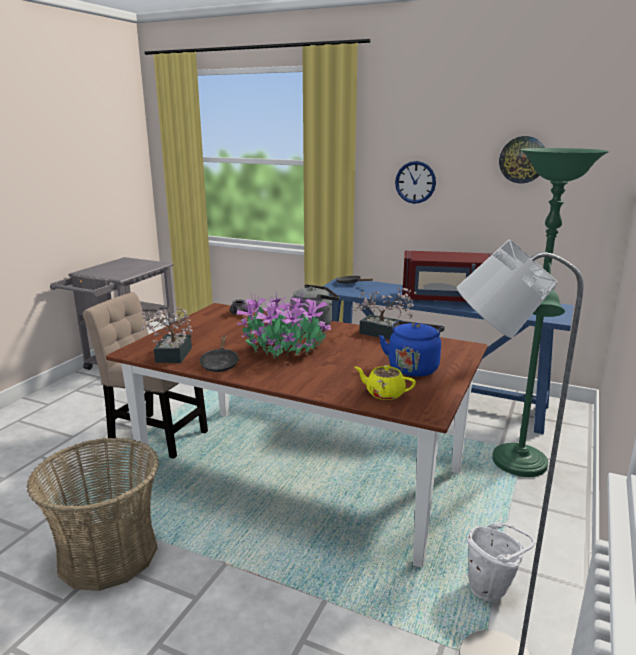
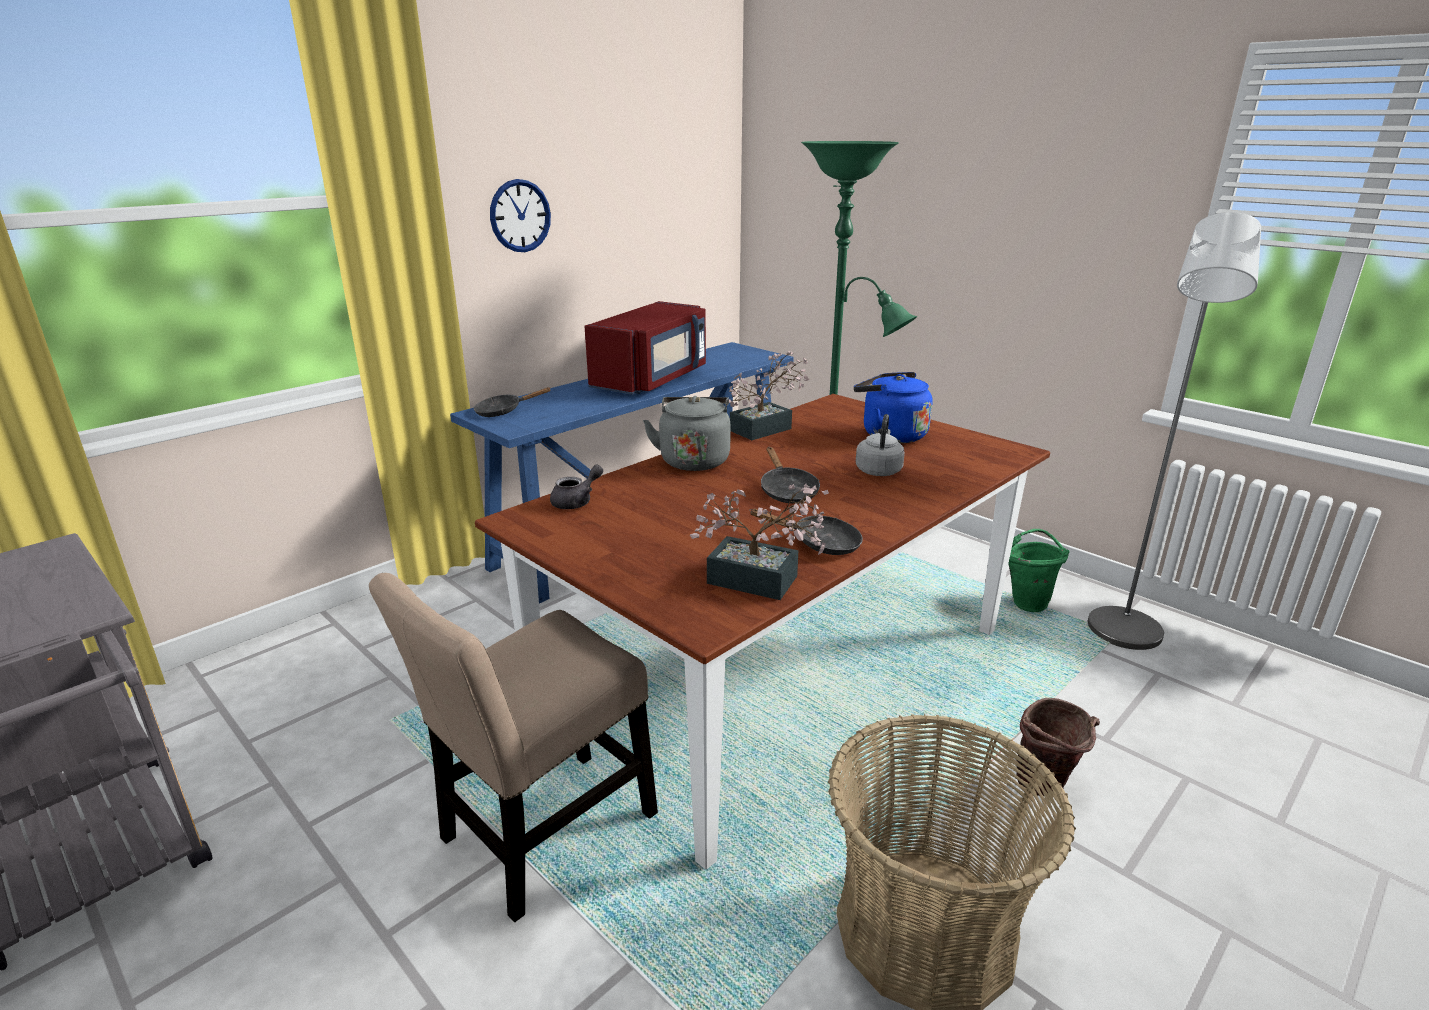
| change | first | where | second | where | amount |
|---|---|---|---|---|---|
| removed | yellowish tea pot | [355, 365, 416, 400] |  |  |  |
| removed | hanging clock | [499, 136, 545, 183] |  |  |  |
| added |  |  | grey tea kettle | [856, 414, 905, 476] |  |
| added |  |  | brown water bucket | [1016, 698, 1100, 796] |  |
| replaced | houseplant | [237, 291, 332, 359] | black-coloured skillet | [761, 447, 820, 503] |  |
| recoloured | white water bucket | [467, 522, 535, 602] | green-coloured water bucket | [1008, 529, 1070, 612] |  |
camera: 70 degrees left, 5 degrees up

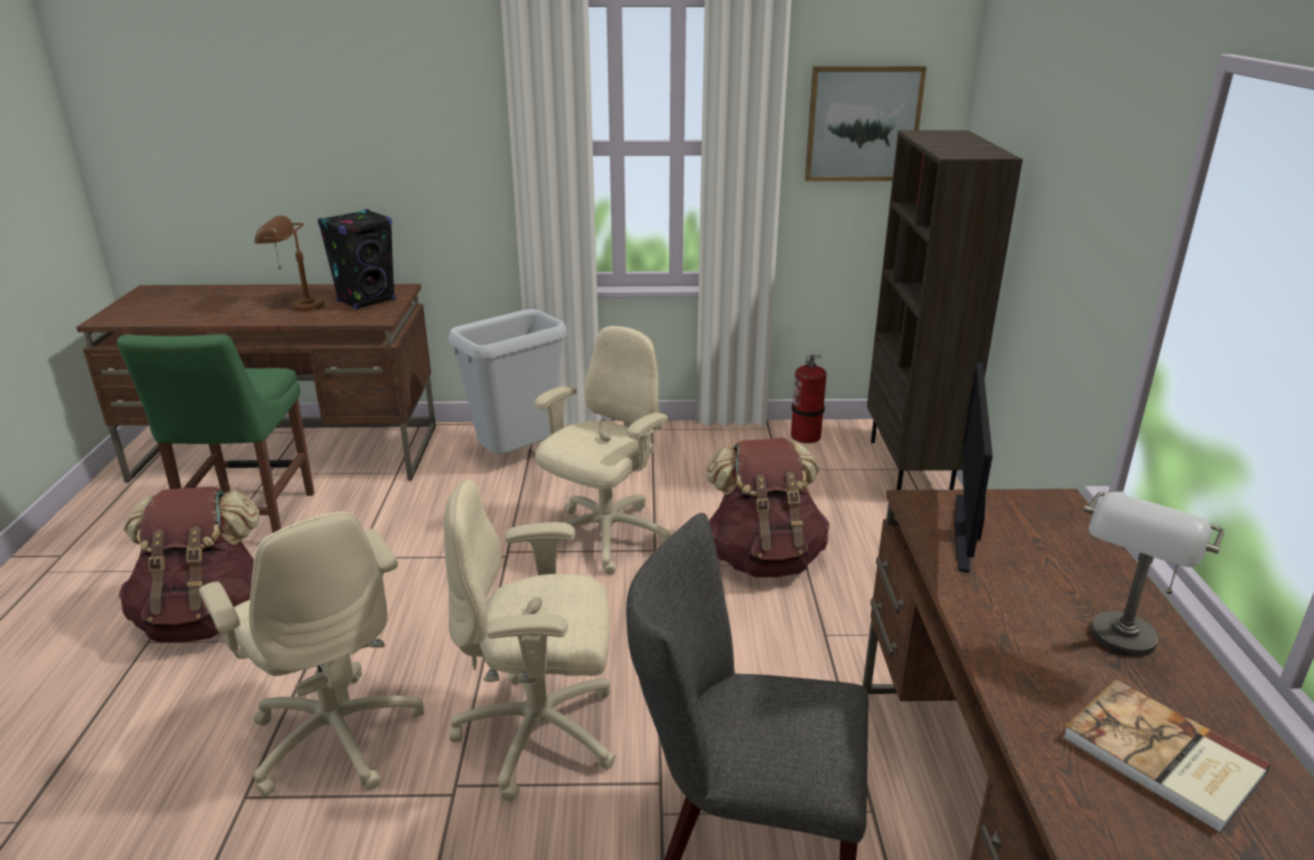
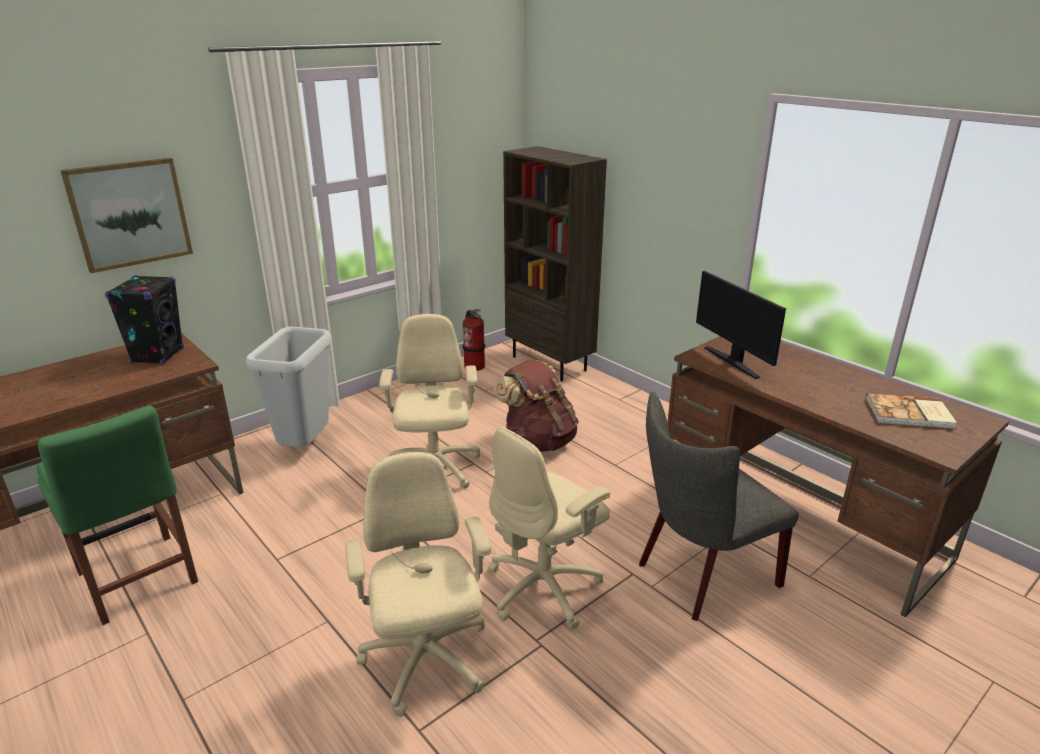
| change | first | where | second | where | amount |
|---|---|---|---|---|---|
| removed | brown knapsack | [119, 486, 259, 642] |  |  |  |
| removed | brown tabletop lamp | [254, 215, 324, 312] |  |  |  |
| removed | grey tabletop lamp | [1083, 492, 1224, 657] |  |  |  |
| moved | wall art | [805, 66, 927, 181] |  | [60, 158, 193, 273] |  |
| turned | sand-coloured desk chair | [199, 512, 424, 797] |  | [345, 452, 491, 717] | 120 degrees counterclockwise |
camera: 40 degrees left, 0 degrees up

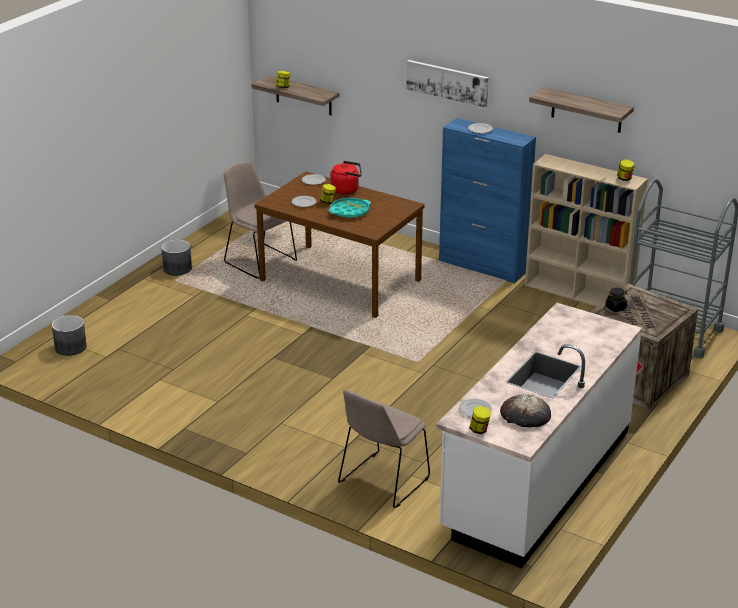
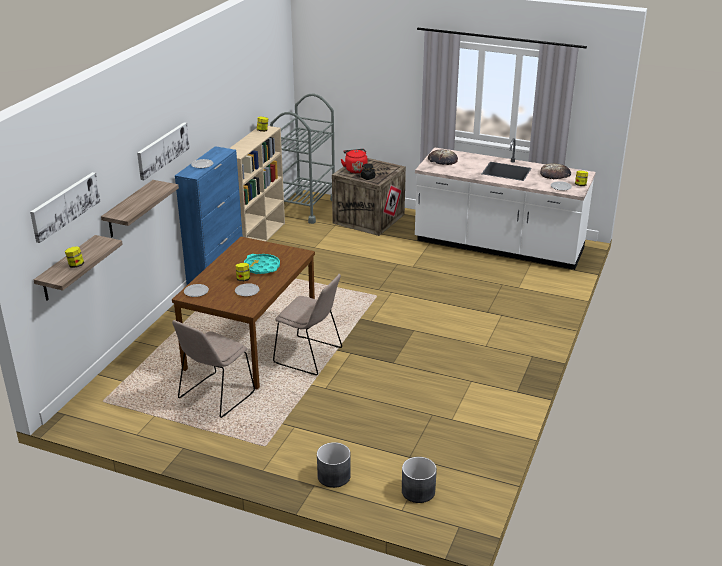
| change | first | where | second | where | amount |
|---|---|---|---|---|---|
| added |  |  | wall art | [30, 172, 100, 243] |  |
| added |  |  | baked bread | [428, 150, 458, 165] |  |
| moved | grey planter | [161, 240, 192, 276] |  | [317, 442, 351, 488] |  |
| moved | red-coloured tea kettle | [330, 161, 362, 194] |  | [341, 149, 367, 174] |  |
| moved | sand-coloured upright chair | [338, 389, 430, 508] |  | [273, 274, 342, 375] |  |
| moved | wall shelf | [529, 87, 634, 133] |  | [101, 180, 179, 237] |  |
camera: 100 degrees left, 0 degrees up

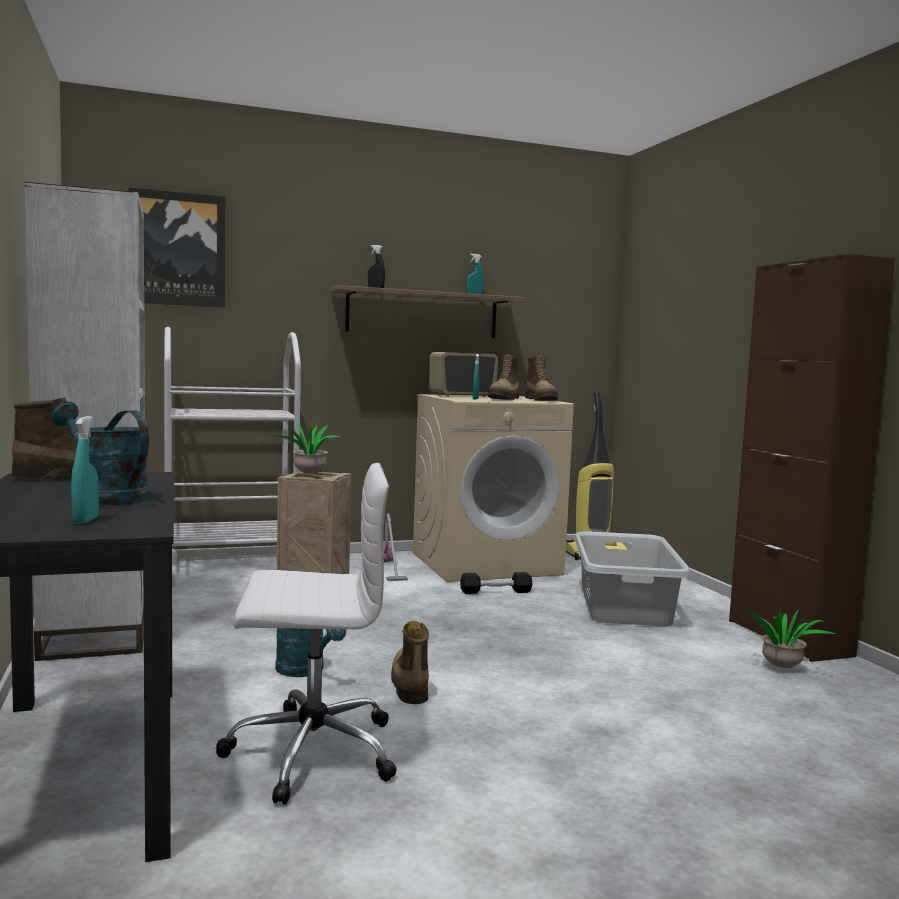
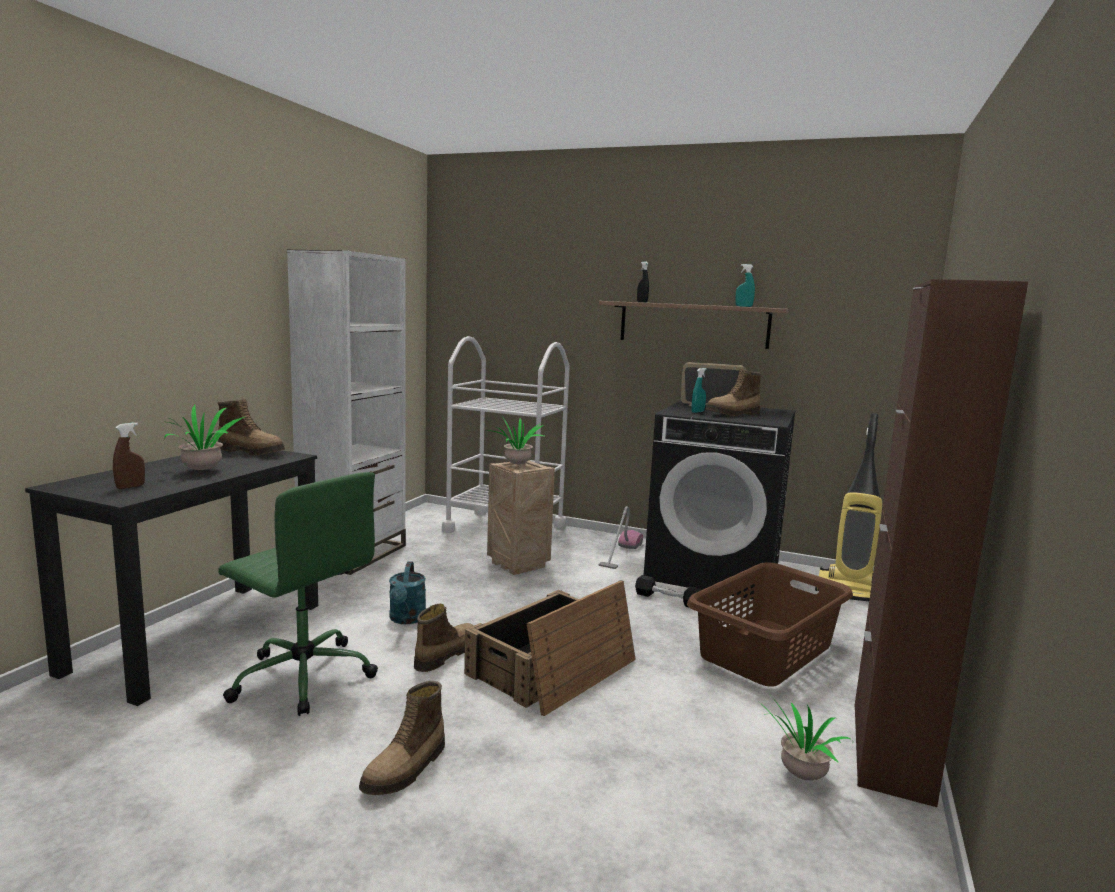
| change | first | where | second | where | amount |
|---|---|---|---|---|---|
| removed | wall art | [129, 188, 225, 307] |  |  |  |
| added |  |  | shipping crate | [464, 581, 636, 716] |  |
| moved | high-top boot | [525, 356, 558, 401] |  | [359, 681, 445, 795] |  |
| replaced | blue-green watering pot | [51, 402, 149, 505] | houseplant | [164, 405, 244, 471] |  |
| recoloured | blue-green sprayer | [71, 416, 99, 524] | brown sprayer | [113, 423, 145, 489] |  |
| recoloured | white desk chair | [216, 463, 397, 805] | green-coloured desk chair | [218, 472, 378, 716] |  |
| recoloured | sand-coloured laundry machine | [413, 394, 574, 582] | black-coloured laundry machine | [644, 400, 795, 600] |  |
| recoloured | grey laundry basket | [575, 531, 691, 626] | brown laundry basket | [687, 562, 853, 687] |  |
camera: 40 degrees right, 5 degrees up

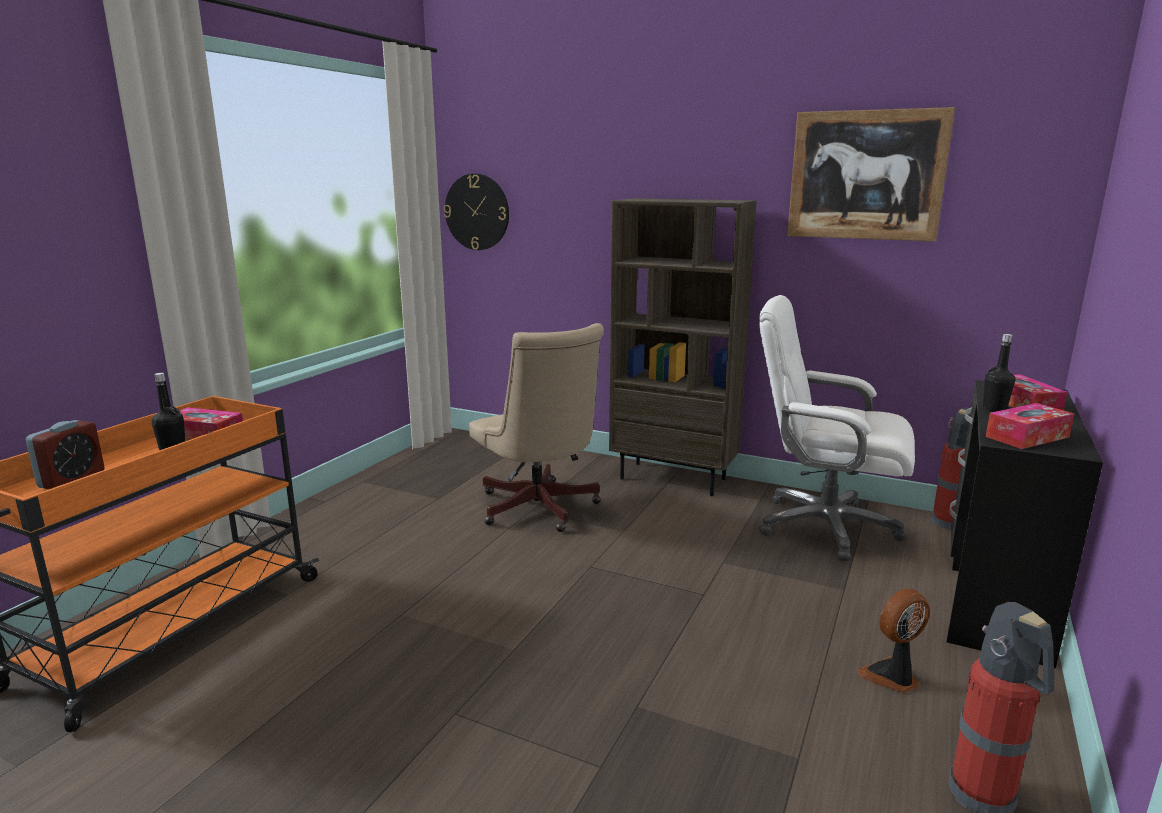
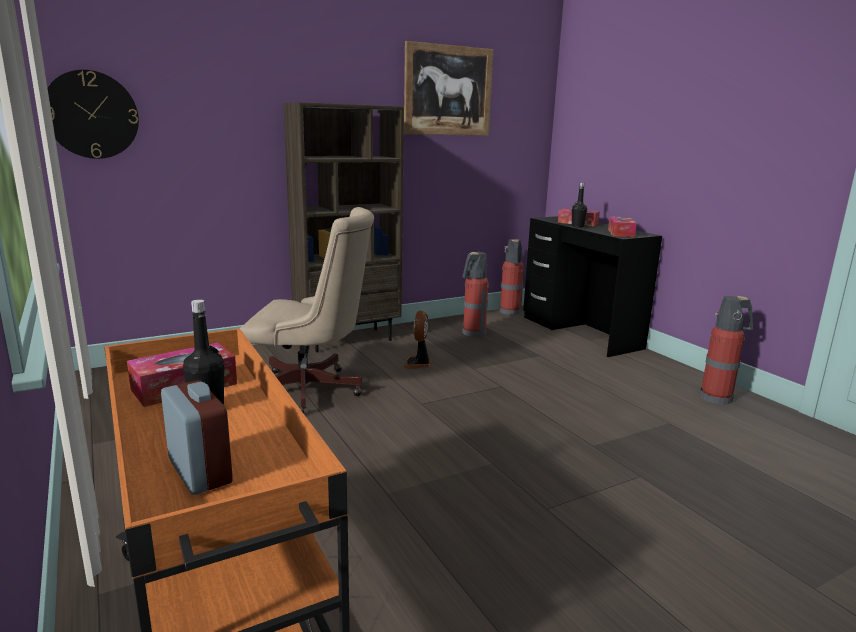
| change | first | where | second | where | amount |
|---|---|---|---|---|---|
| moved | cooling fan | [858, 589, 930, 693] |  | [403, 310, 432, 369] |  |
| replaced | white desk chair | [758, 295, 915, 561] | extinguisher | [463, 252, 489, 337] |  |
camera: 55 degrees left, 0 degrees up

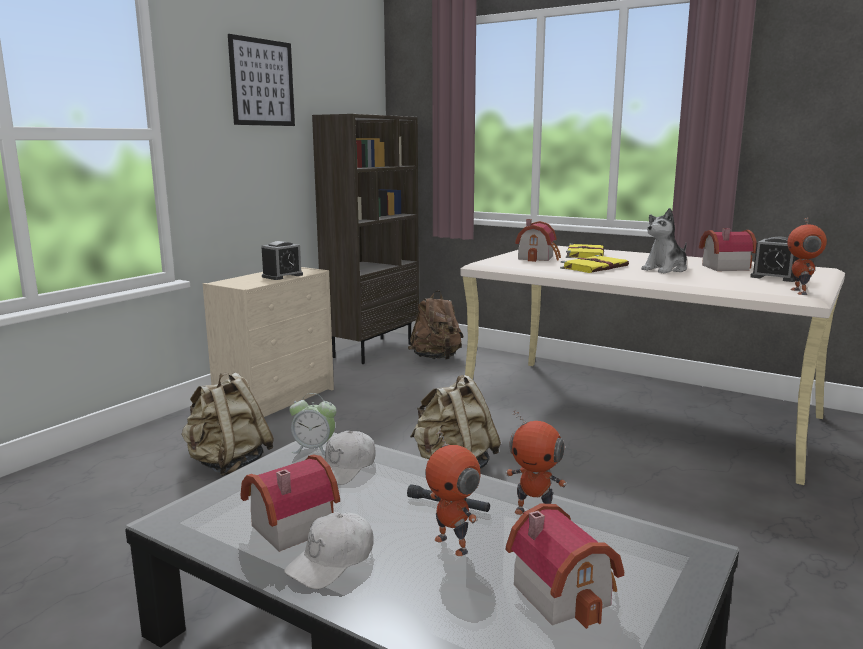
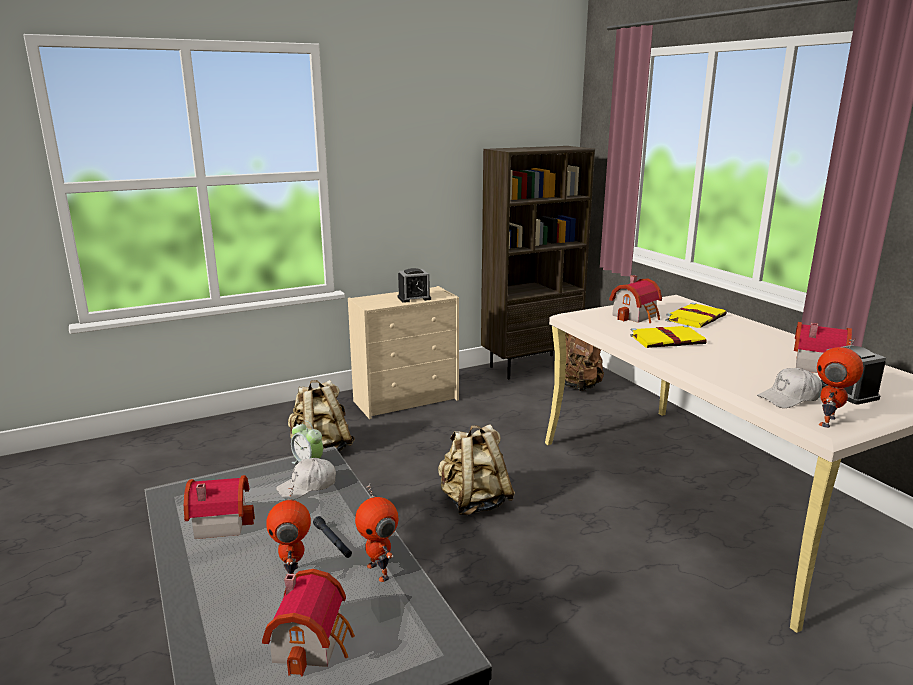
| change | first | where | second | where | amount |
|---|---|---|---|---|---|
| removed | wall art | [228, 34, 295, 126] |  |  |  |
| removed | soft toy | [641, 208, 687, 274] |  |  |  |
| moved | white peaked cap | [284, 512, 374, 589] |  | [757, 368, 822, 408] |  |
camera: 30 degrees right, 5 degrees up

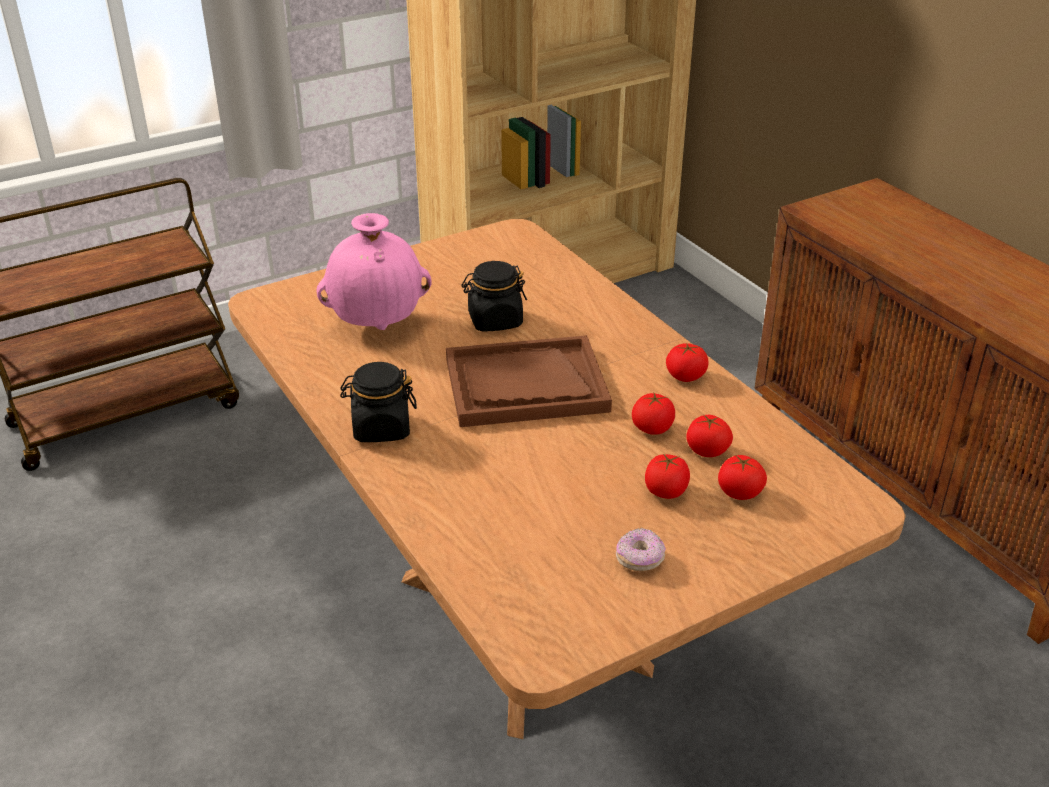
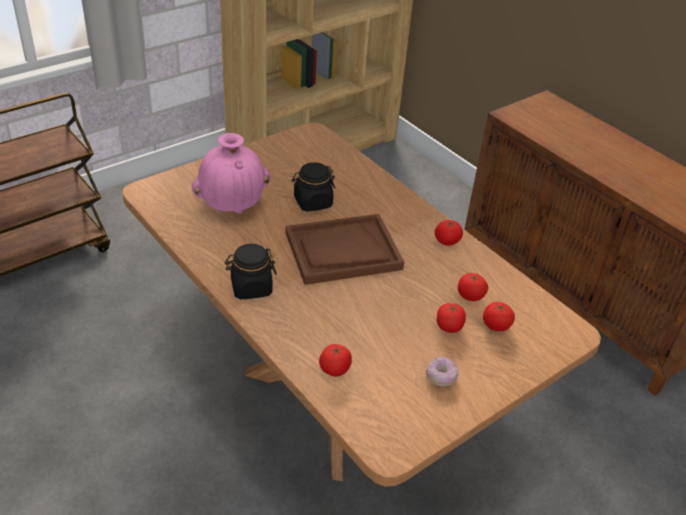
| change | first | where | second | where | amount |
|---|---|---|---|---|---|
| moved | whole tomato | [632, 393, 675, 435] |  | [319, 344, 352, 376] |  |
camera: 10 degrees left, 5 degrees up

